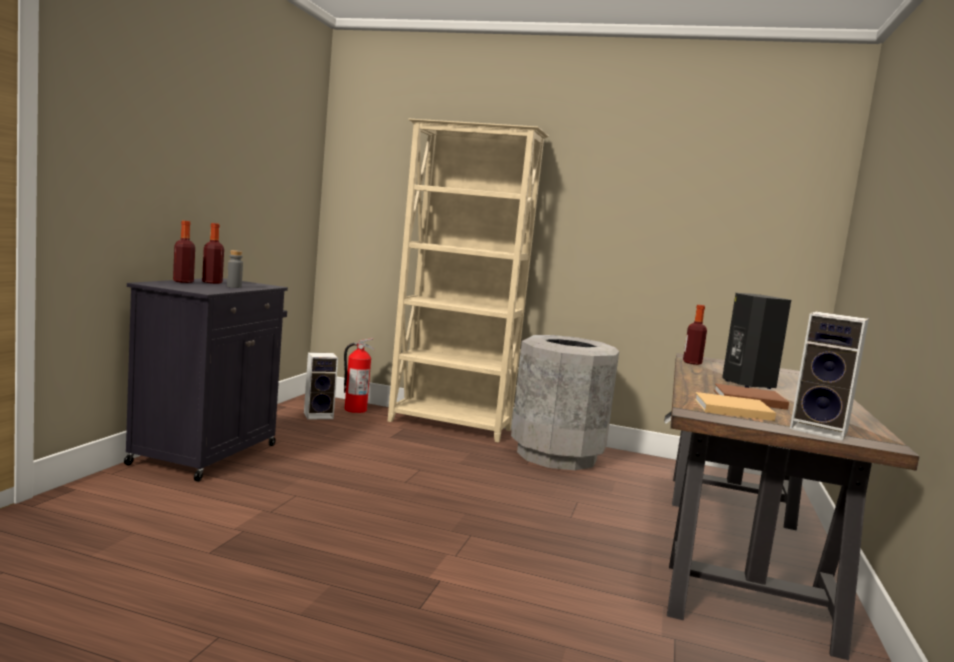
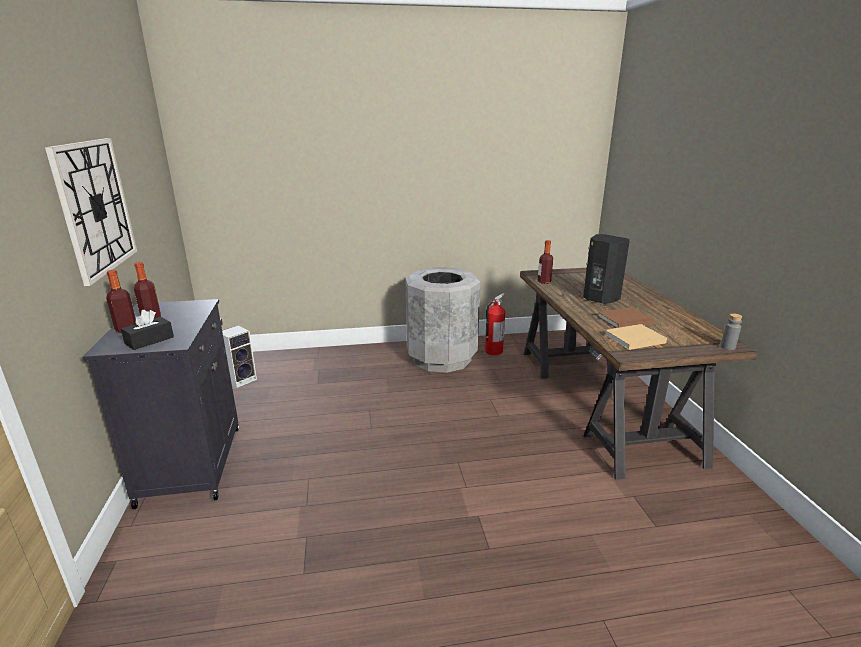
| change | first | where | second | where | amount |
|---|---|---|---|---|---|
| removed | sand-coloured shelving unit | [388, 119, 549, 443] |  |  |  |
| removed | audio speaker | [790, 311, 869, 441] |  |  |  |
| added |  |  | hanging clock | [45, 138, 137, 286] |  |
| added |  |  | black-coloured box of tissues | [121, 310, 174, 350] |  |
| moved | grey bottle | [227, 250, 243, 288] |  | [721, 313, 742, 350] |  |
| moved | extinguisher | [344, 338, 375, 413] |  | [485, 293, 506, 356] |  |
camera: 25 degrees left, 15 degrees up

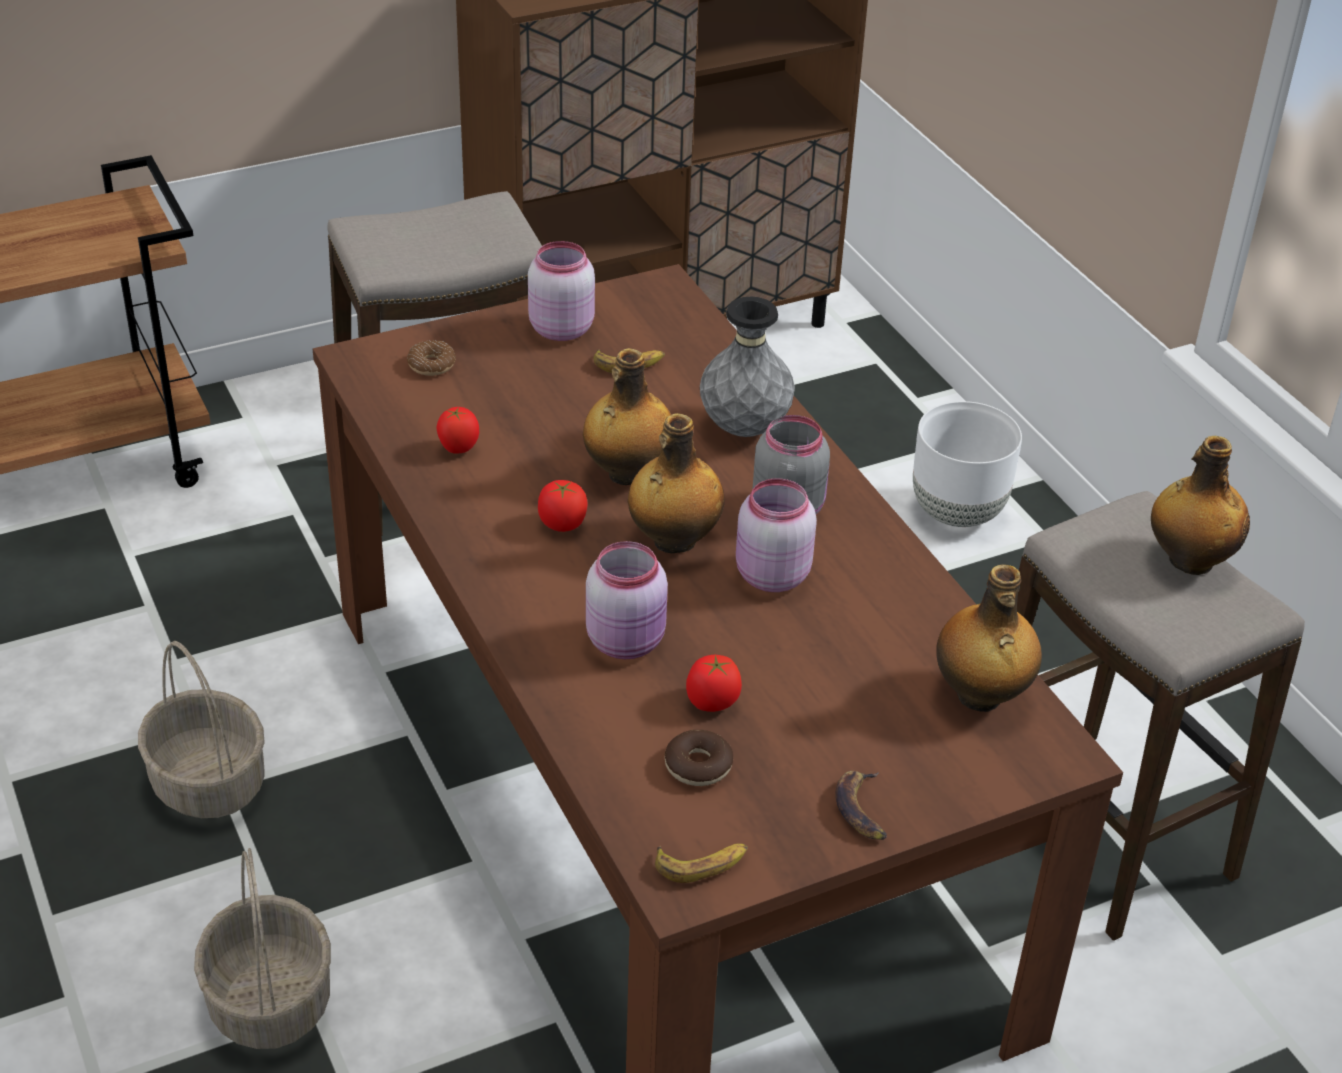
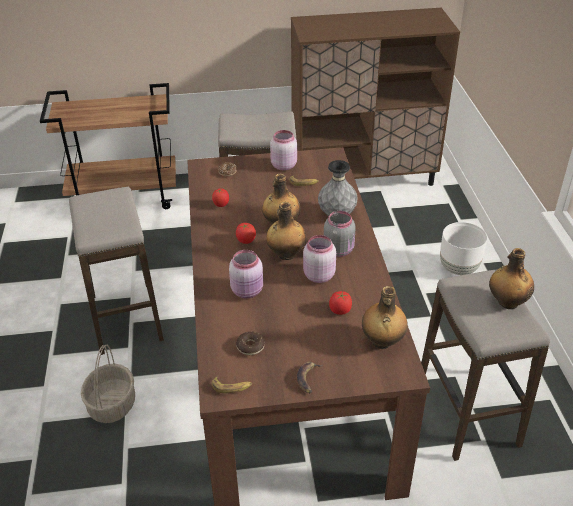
| change | first | where | second | where | amount |
|---|---|---|---|---|---|
| moved | whole tomato | [686, 655, 742, 712] |  | [329, 291, 352, 315] |  |
| replaced | basket | [138, 641, 265, 818] | stool | [69, 187, 164, 355] |  |
camera: 20 degrees right, 0 degrees up

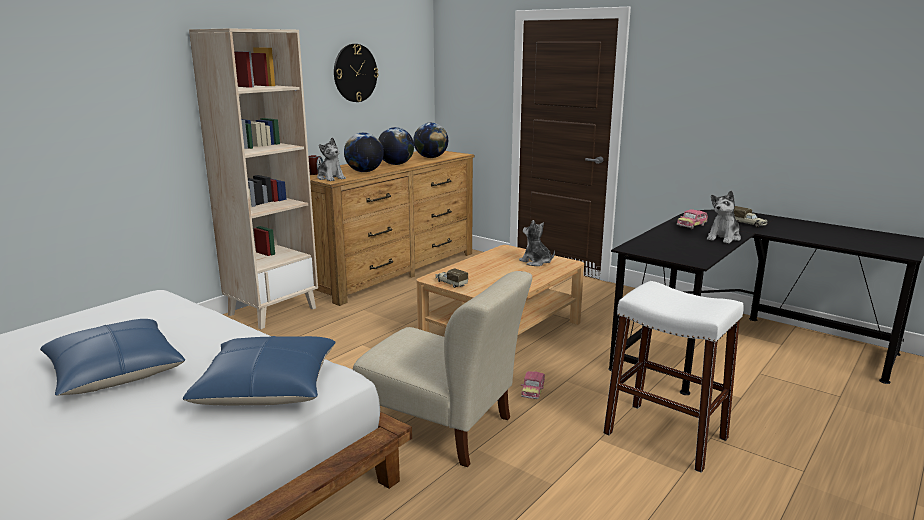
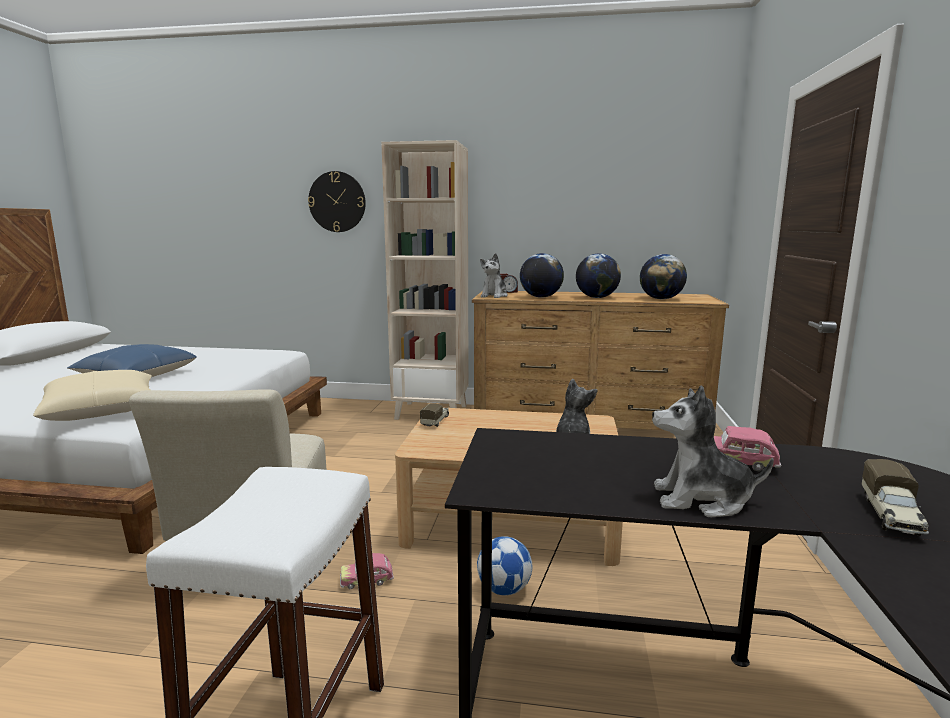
| change | first | where | second | where | amount |
|---|---|---|---|---|---|
| added |  |  | football | [477, 536, 532, 595] |  |
| moved | hanging clock | [334, 44, 378, 102] |  | [308, 171, 366, 232] |  |
| recoloured | blue-coloured cushion | [183, 336, 336, 405] | sand-coloured cushion | [33, 370, 152, 421] |  |
camera: 60 degrees right, 5 degrees down

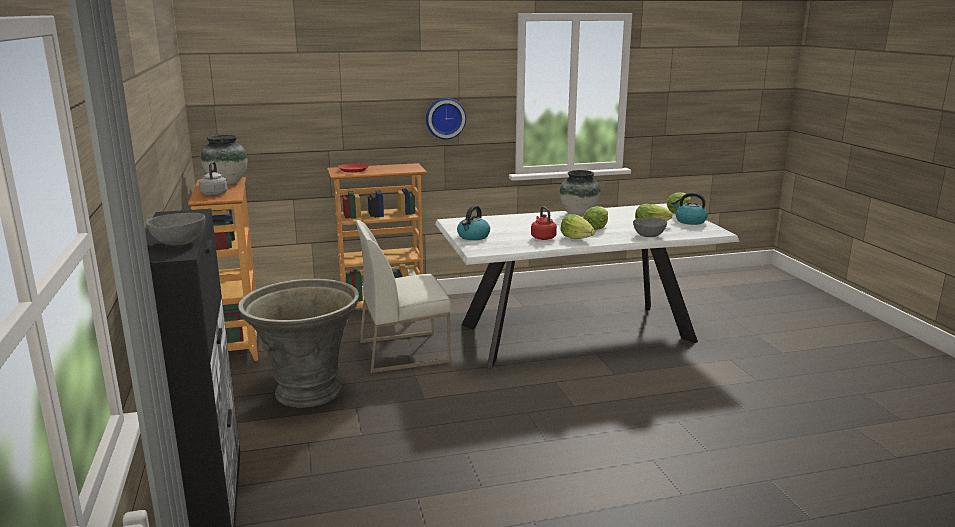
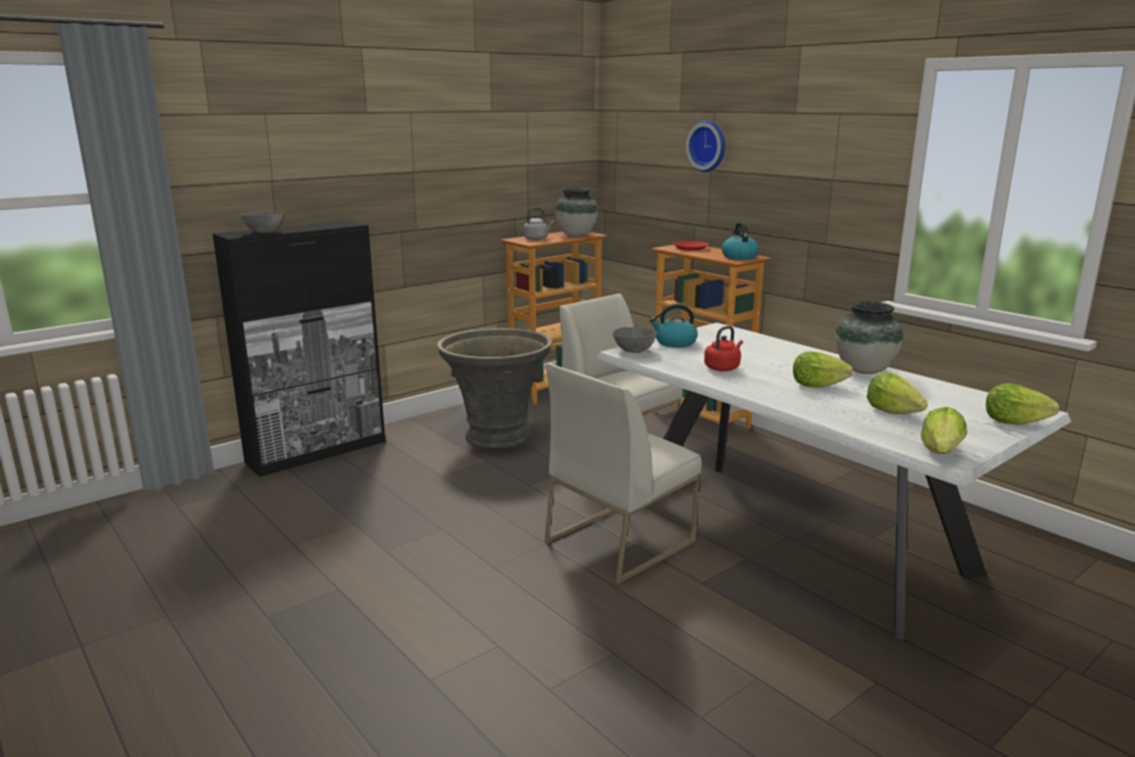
| change | first | where | second | where | amount |
|---|---|---|---|---|---|
| added |  |  | white upright chair | [544, 363, 702, 584] |  |
| moved | hanging clock | [426, 98, 466, 140] |  | [686, 120, 726, 172] |  |
| moved | lettuce head | [561, 214, 595, 239] |  | [921, 407, 967, 454] |  |
| moved | grey deep dish | [633, 217, 667, 237] |  | [613, 327, 656, 353] |  |
| moved | tea kettle | [672, 192, 708, 225] |  | [722, 222, 759, 260] |  |
camera: 65 degrees right, 0 degrees up

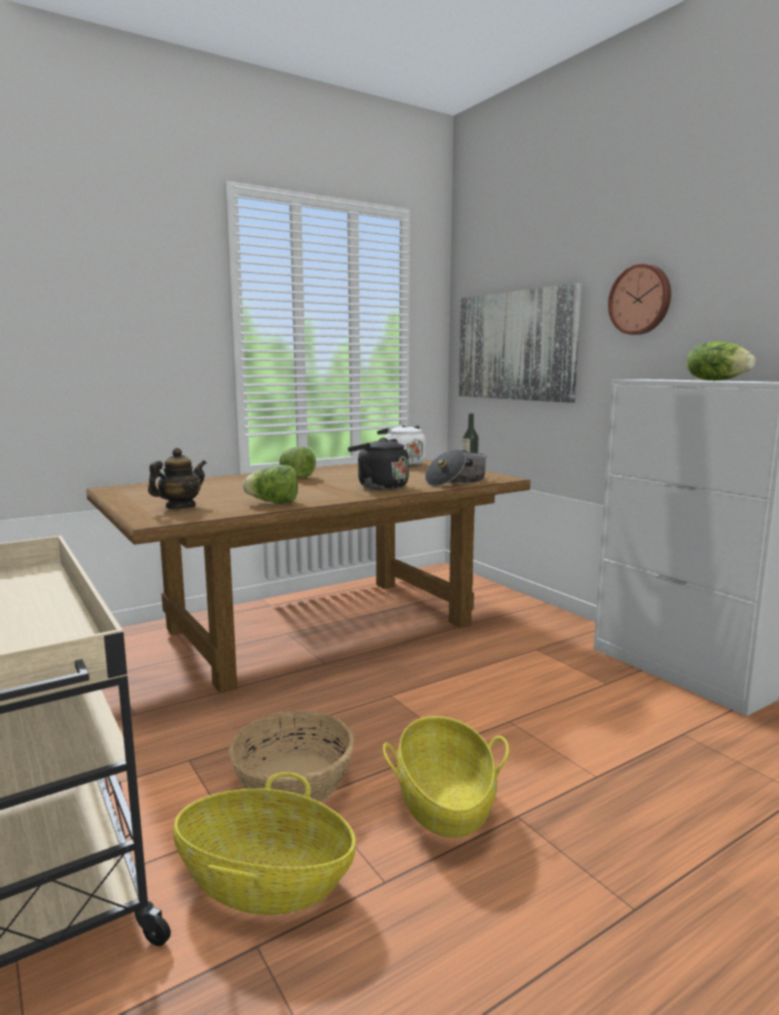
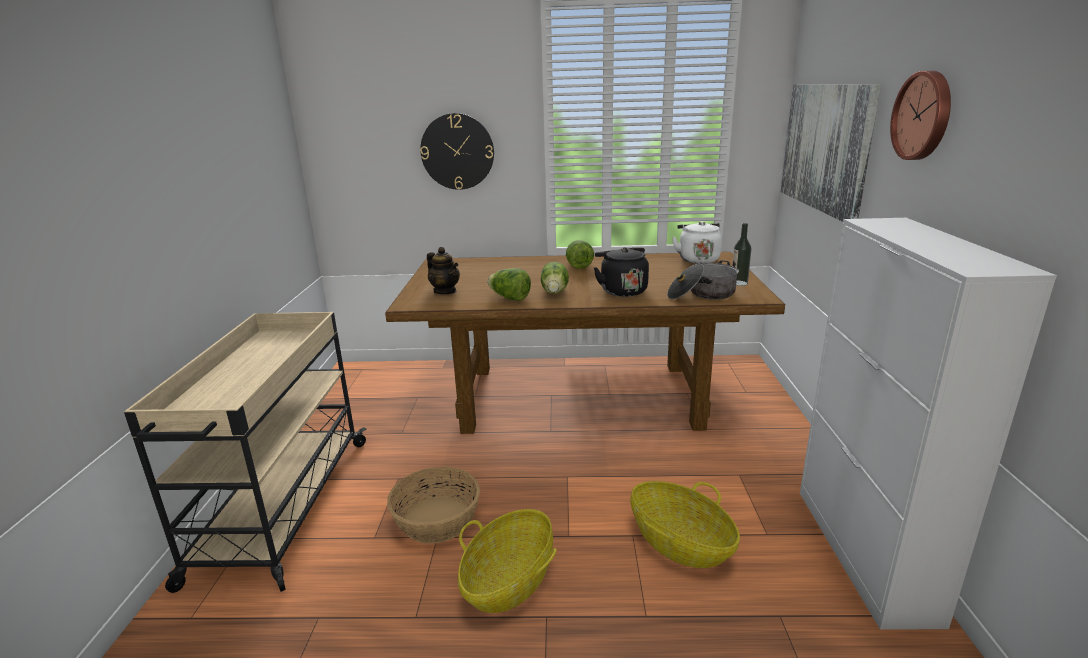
| change | first | where | second | where | amount |
|---|---|---|---|---|---|
| added |  |  | hanging clock | [420, 113, 494, 190] |  |
| moved | basket | [173, 772, 356, 915] |  | [631, 481, 740, 568] |  |
| moved | lettuce head | [686, 341, 755, 381] |  | [541, 262, 569, 294] |  |
| turned | tea pot | [148, 448, 206, 509] |  | [427, 247, 460, 294] | 60 degrees clockwise |
camera: 35 degrees right, 10 degrees up

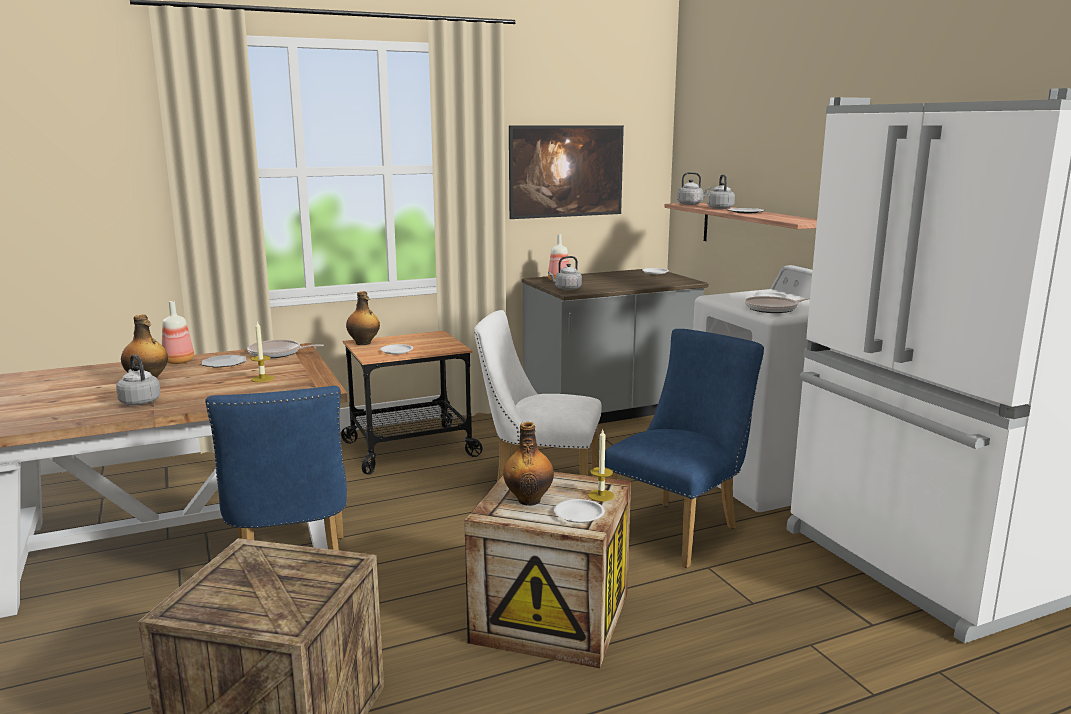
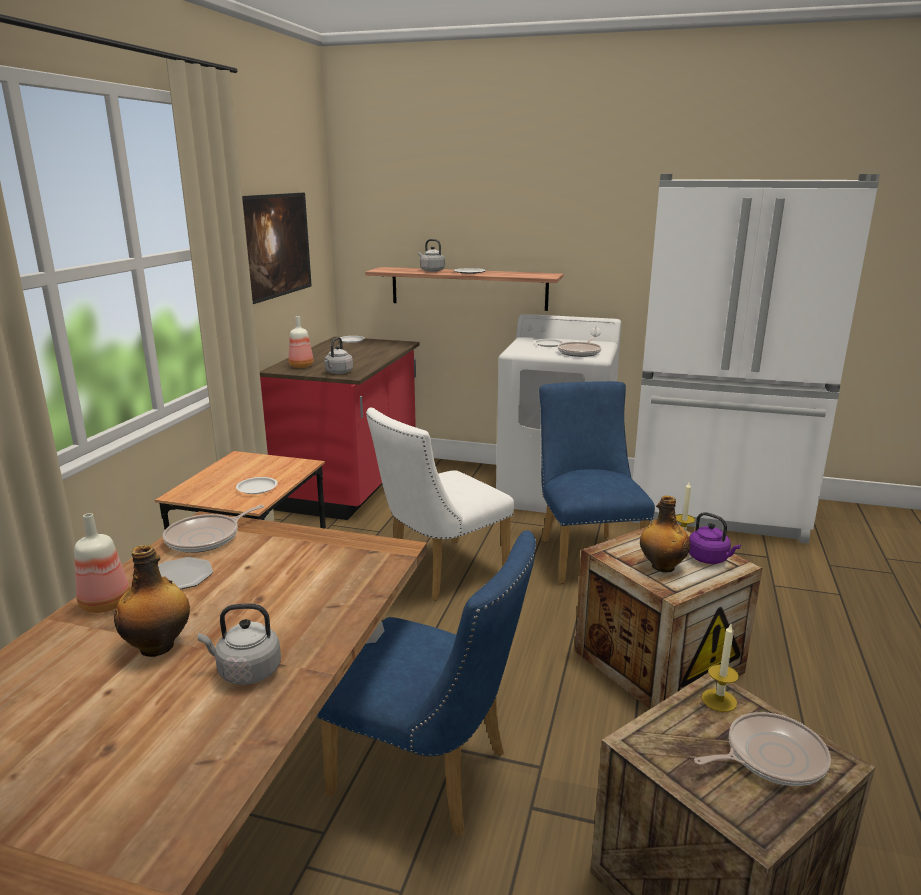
| change | first | where | second | where | amount |
|---|---|---|---|---|---|
| removed | bottle | [346, 291, 380, 345] |  |  |  |
| removed | grey tea kettle | [677, 172, 711, 205] |  |  |  |
| added |  |  | skillet | [694, 712, 831, 786] |  |
| moved | candle | [251, 322, 274, 382] |  | [702, 624, 739, 712] |  |
| replaced | white plate | [554, 499, 605, 523] | purple tea kettle | [689, 512, 741, 564] |  |
| recoloured | grey counter | [522, 269, 709, 424] | red-coloured counter | [260, 336, 420, 520] |  |
camera: 50 degrees left, 5 degrees up

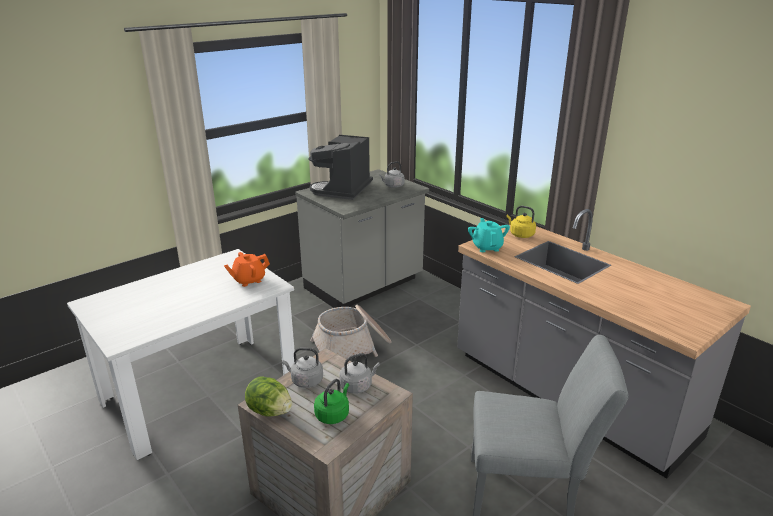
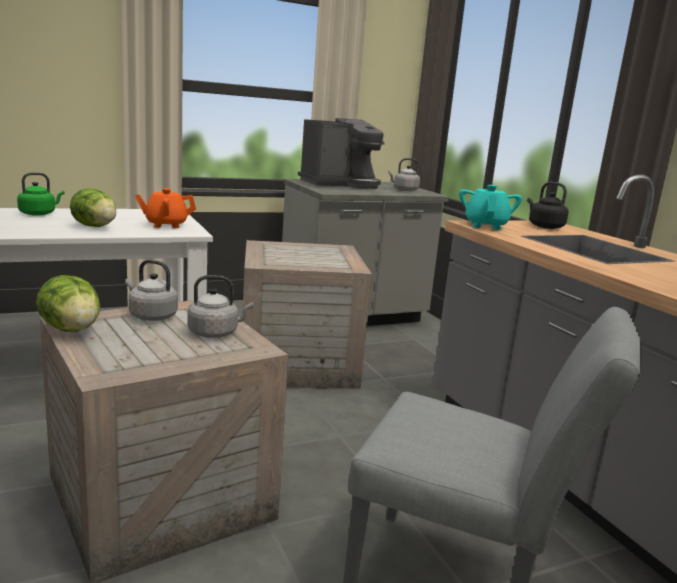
| change | first | where | second | where | amount |
|---|---|---|---|---|---|
| added |  |  | lettuce head | [70, 188, 116, 227] |  |
| moved | green-coloured tea kettle | [314, 379, 349, 424] |  | [17, 172, 65, 216] |  |
| replaced | basket | [310, 305, 391, 359] | shipping crate | [243, 240, 372, 389] |  |
| recoloured | yellowish tea kettle | [506, 206, 536, 238] | black-coloured tea kettle | [527, 182, 569, 229] |  |
| turned | coffee machine | [308, 135, 373, 200] |  | [298, 118, 385, 189] | 150 degrees counterclockwise |
camera: 15 degrees right, 10 degrees down

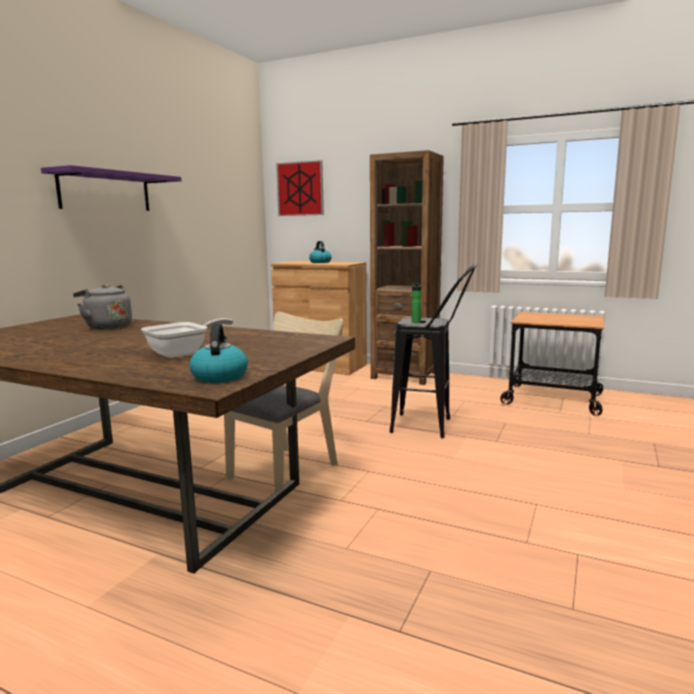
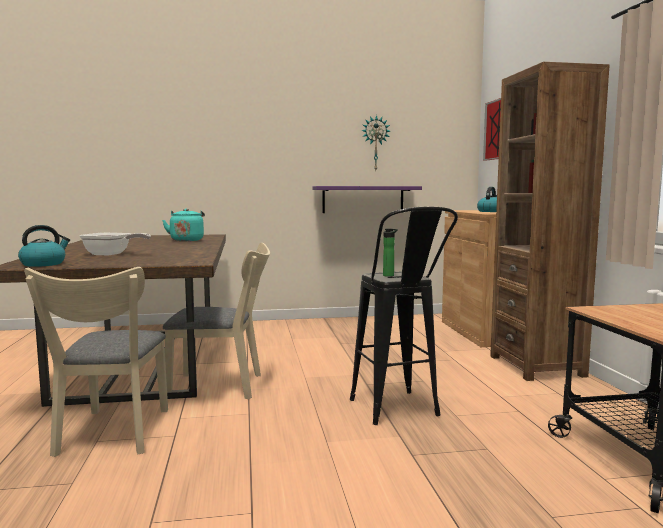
| change | first | where | second | where | amount |
|---|---|---|---|---|---|
| added |  |  | sand-coloured upright chair | [24, 267, 168, 457] |  |
| added |  |  | hanging clock | [361, 115, 390, 170] |  |
| moved | purple wall shelf | [41, 165, 182, 211] |  | [313, 186, 422, 213] |  |
| recoloured | grey tea kettle | [73, 284, 132, 329] | blue-green tea kettle | [162, 208, 205, 241] |  |
camera: 55 degrees right, 5 degrees down

